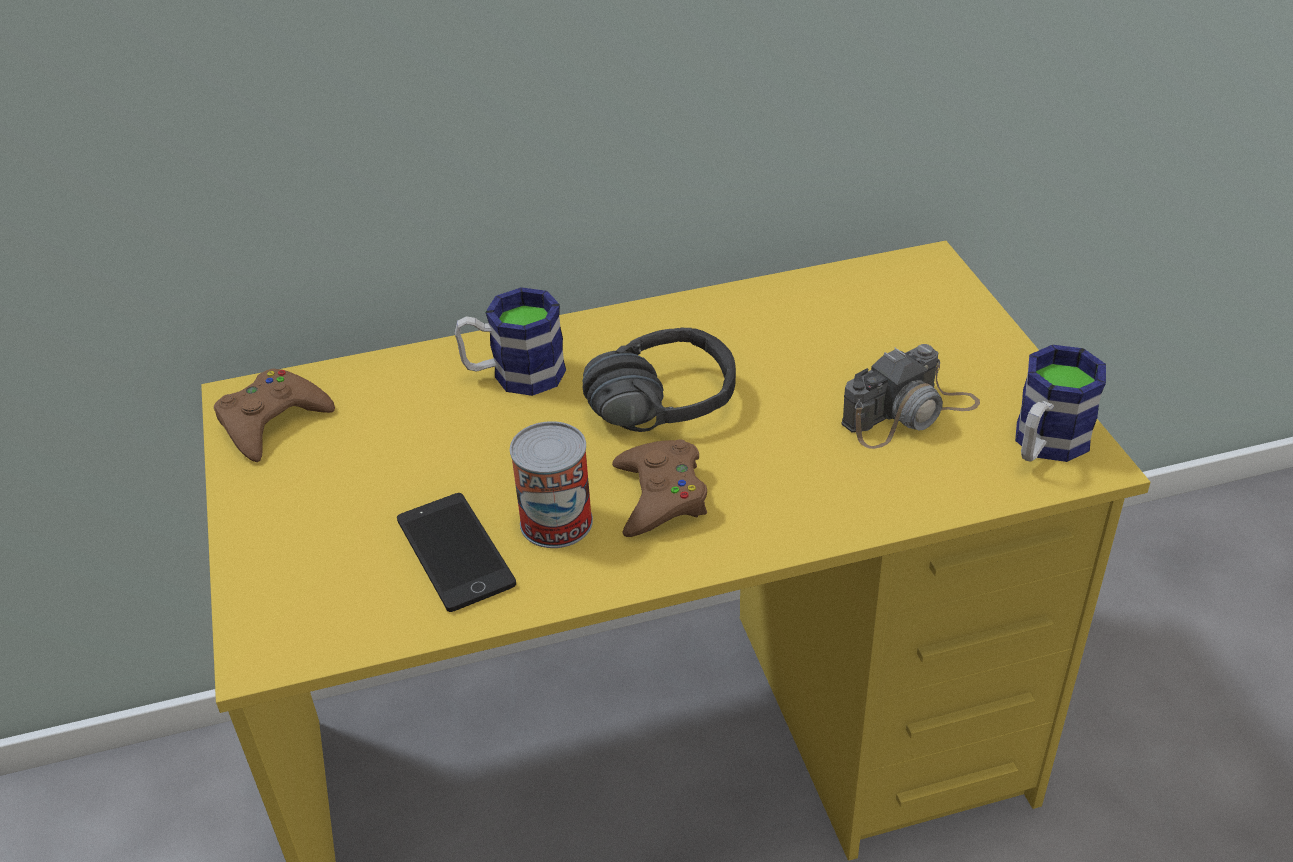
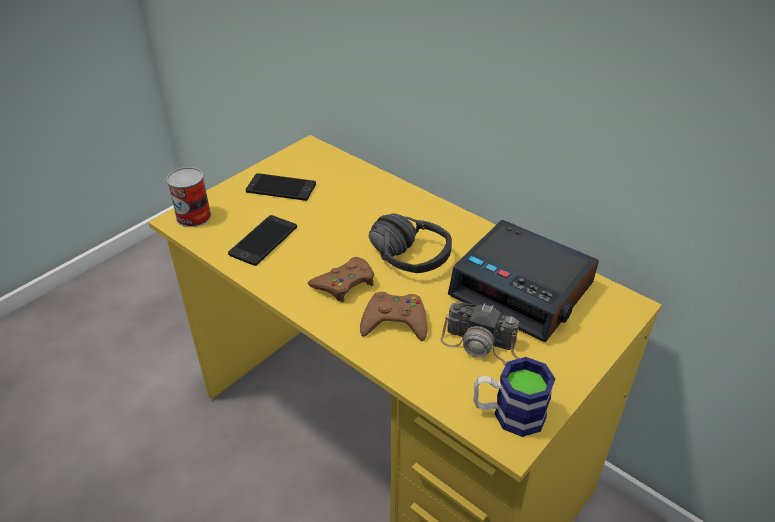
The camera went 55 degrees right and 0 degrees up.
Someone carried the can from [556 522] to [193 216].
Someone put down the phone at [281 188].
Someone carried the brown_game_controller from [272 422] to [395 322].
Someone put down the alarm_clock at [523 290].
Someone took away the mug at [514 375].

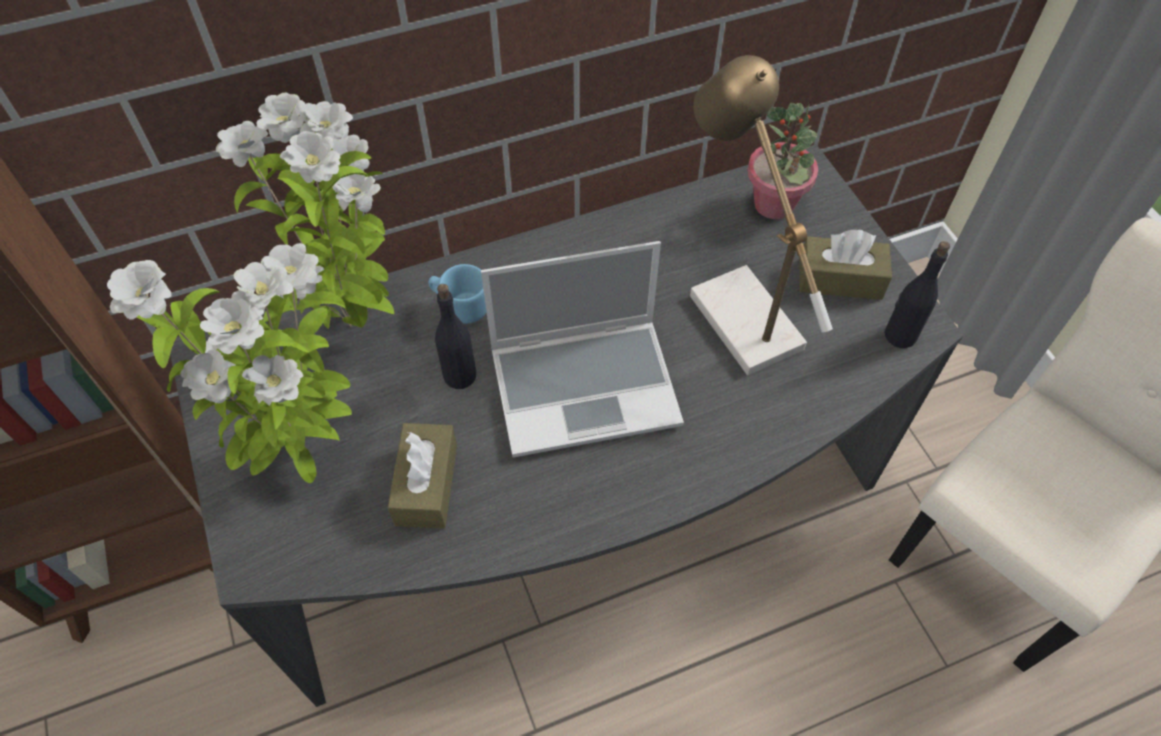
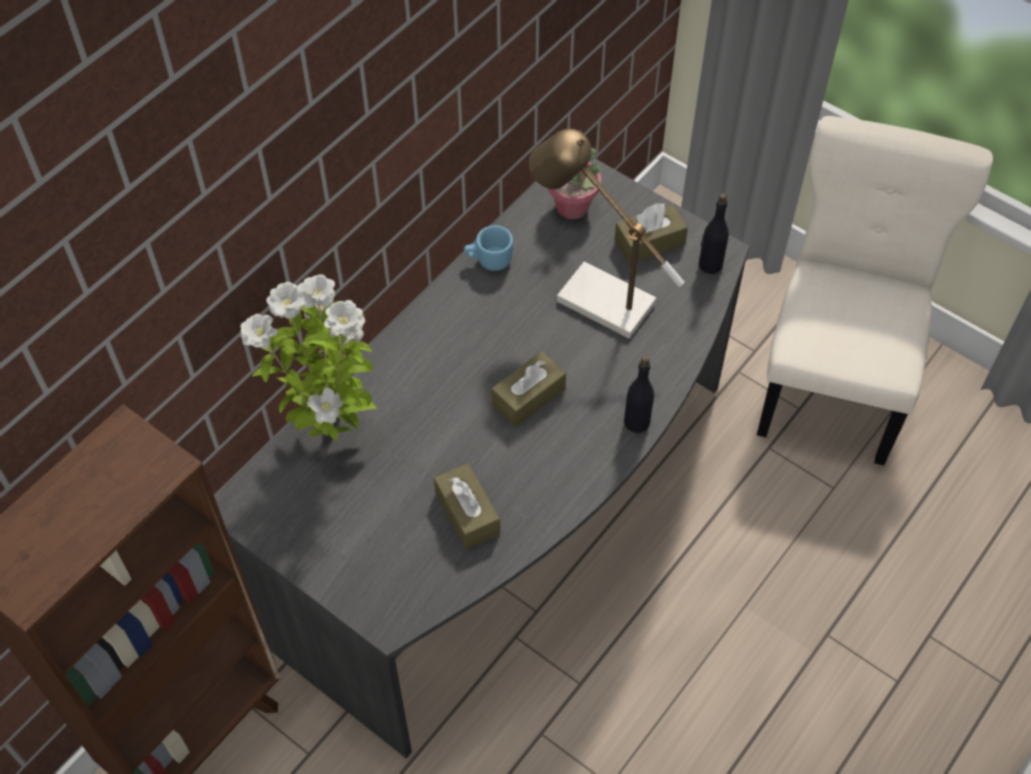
The camera went 30 degrees left and 0 degrees up.
Someone carried the blue_mug from [460 306] to [488 260].
Someone swapped the laptop at [586 386] for the brown_tissue_box at [528 397].
Someone carried the black_bottle from [460 375] to [636 422].
Someone took away the potted_plant at [303 456].

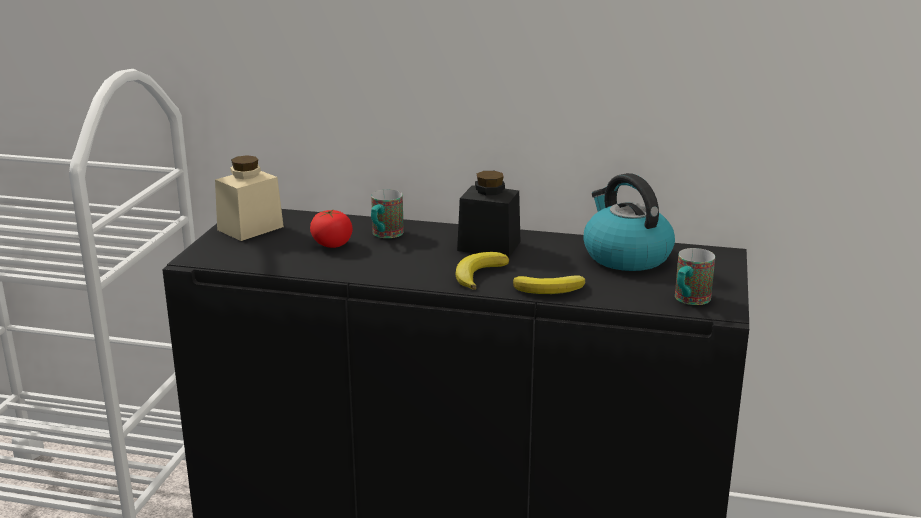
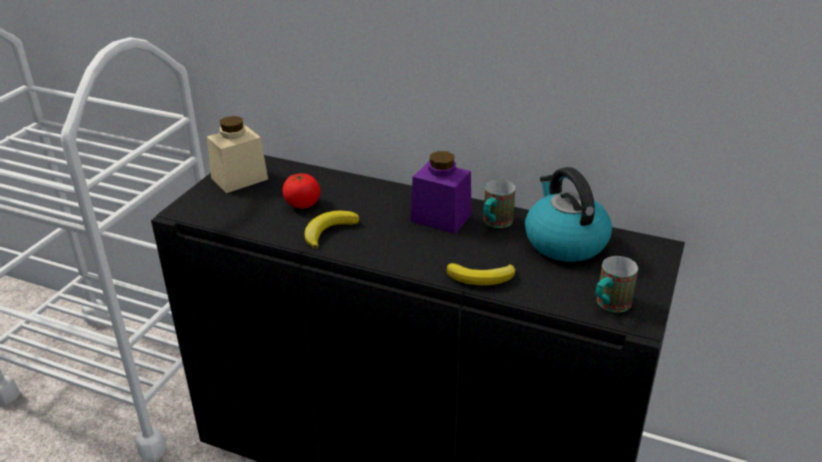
The camera went 10 degrees right and 10 degrees up.
Someone carried the banana from [478 274] to [329 231].
Someone repainted the black_jar at [489 246], which became the purple_jar at [441 218].
Someone carried the mug from [384 235] to [495 223].

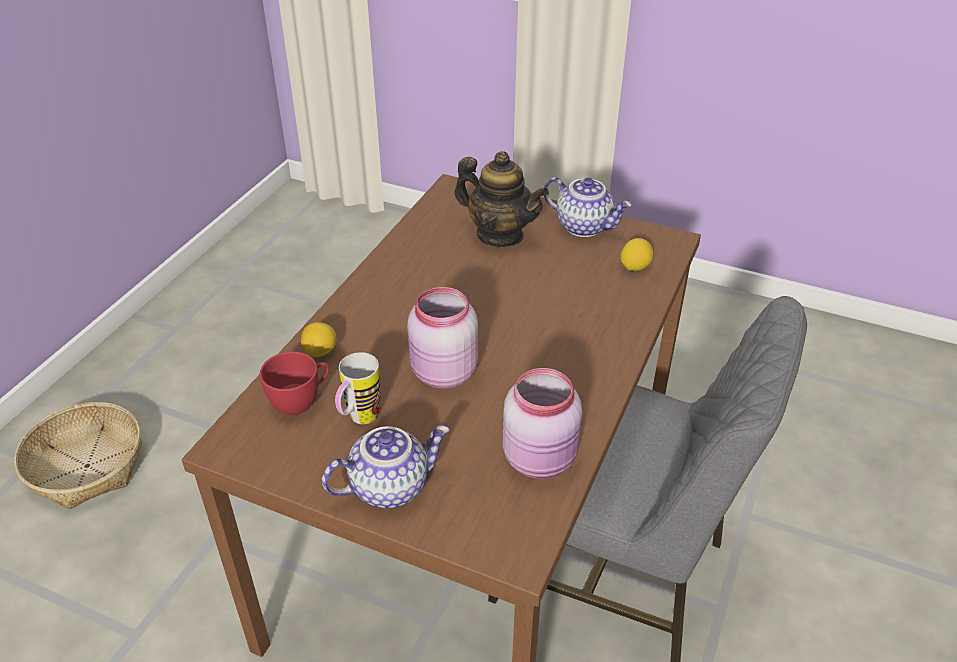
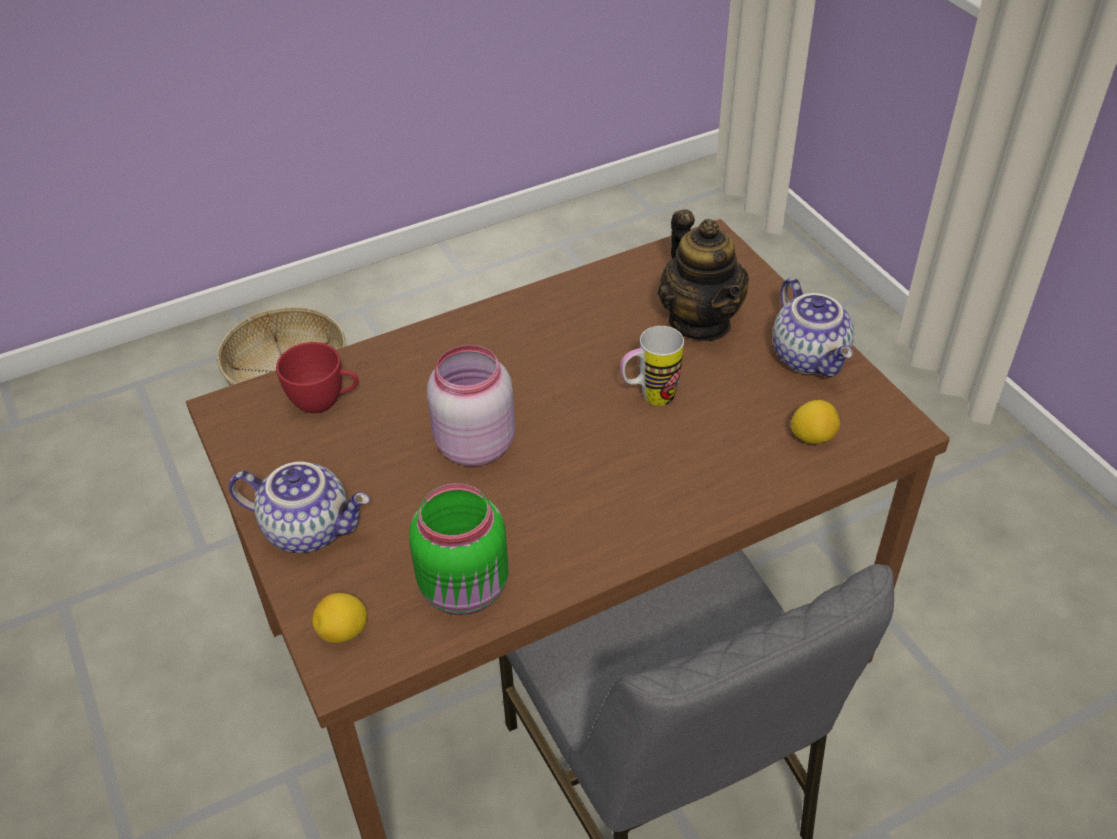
The camera went 40 degrees right and 5 degrees up.
Someone carried the lemon from [321 352] to [343 632].
Someone repainted the pink_jar at [541 459], which became the green_jar at [466 589].
Someone carried the mug from [359 420] to [649 398].

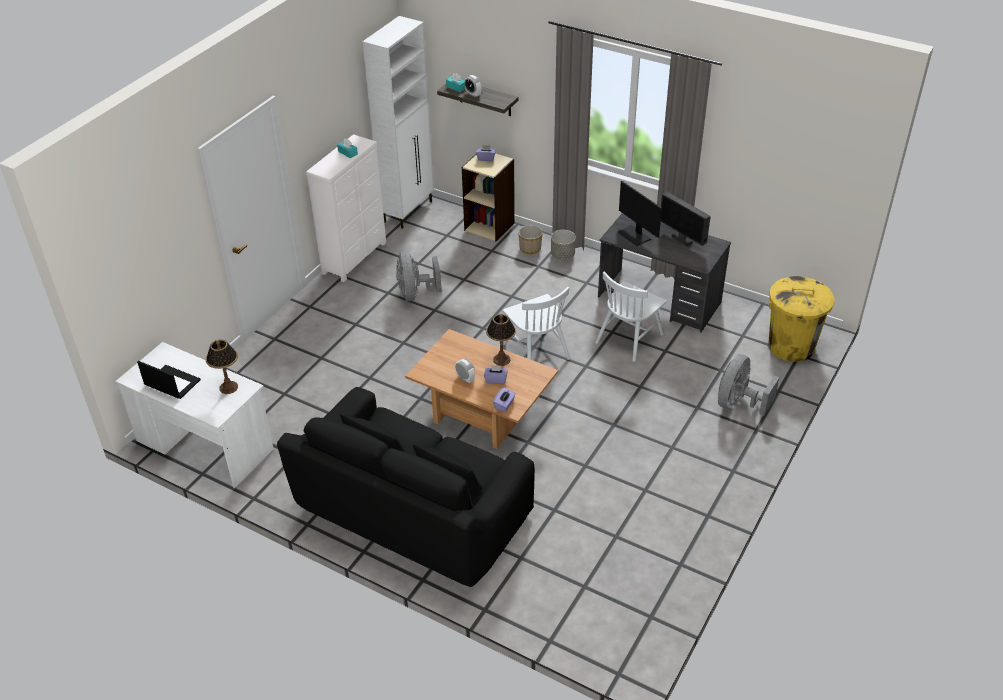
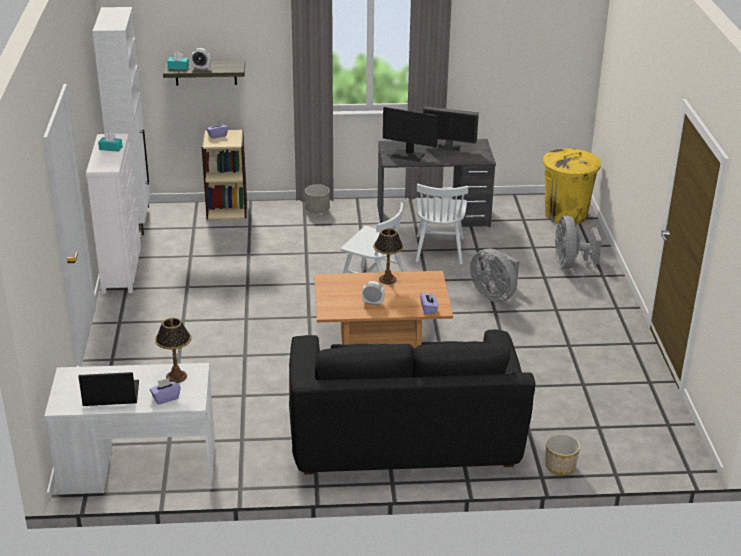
The camera went 35 degrees left and 10 degrees down.
Someone carried the purple_tissue_box from [496 379] to [165 398].
Someone carried the grey_fan from [415 293] to [494 295].
Someone carried the planter from [530 248] to [560 466].

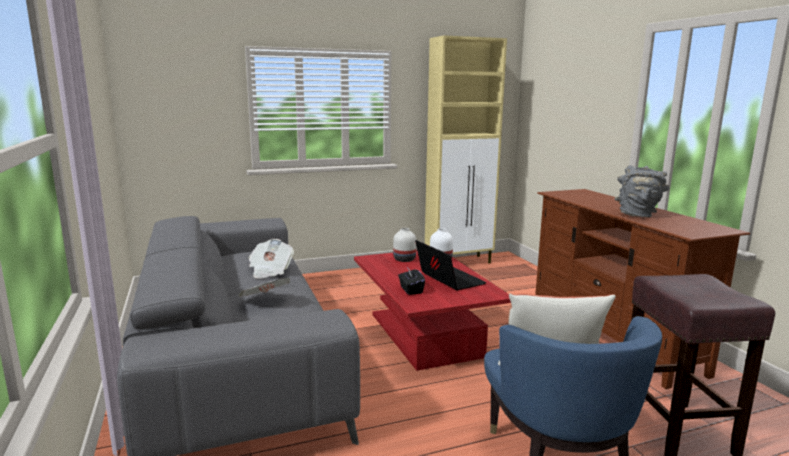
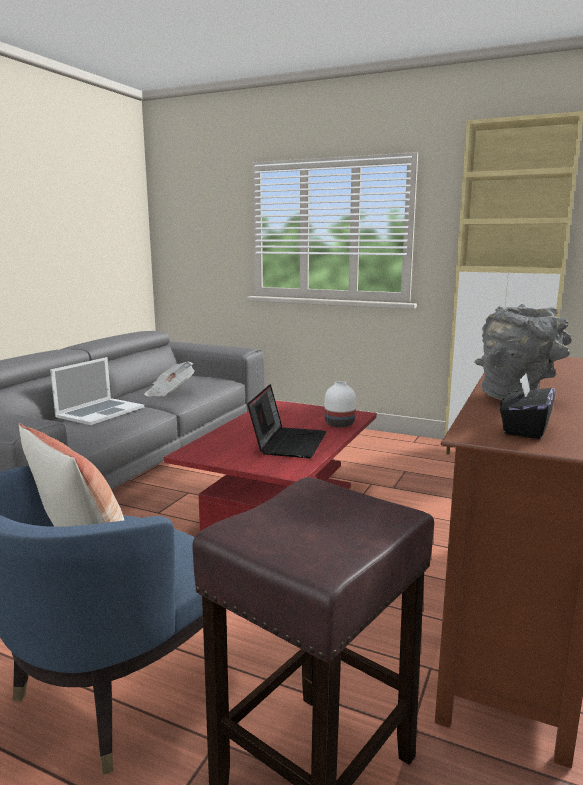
The camera went 45 degrees right and 0 degrees up.
Someone swapped the newspaper at [265 301] for the laptop at [100 412].
Someone carried the black_tissue_box from [411 290] to [524 429].
Someone took away the white_vase at [403 259].

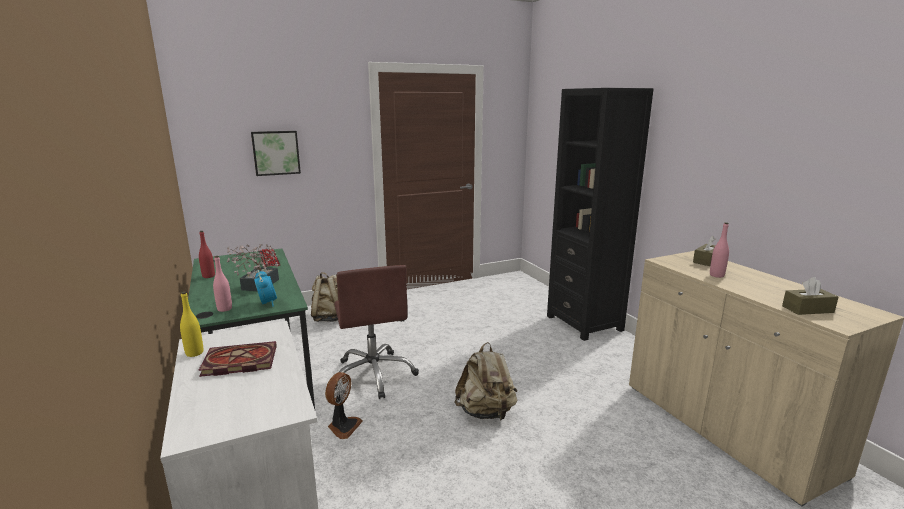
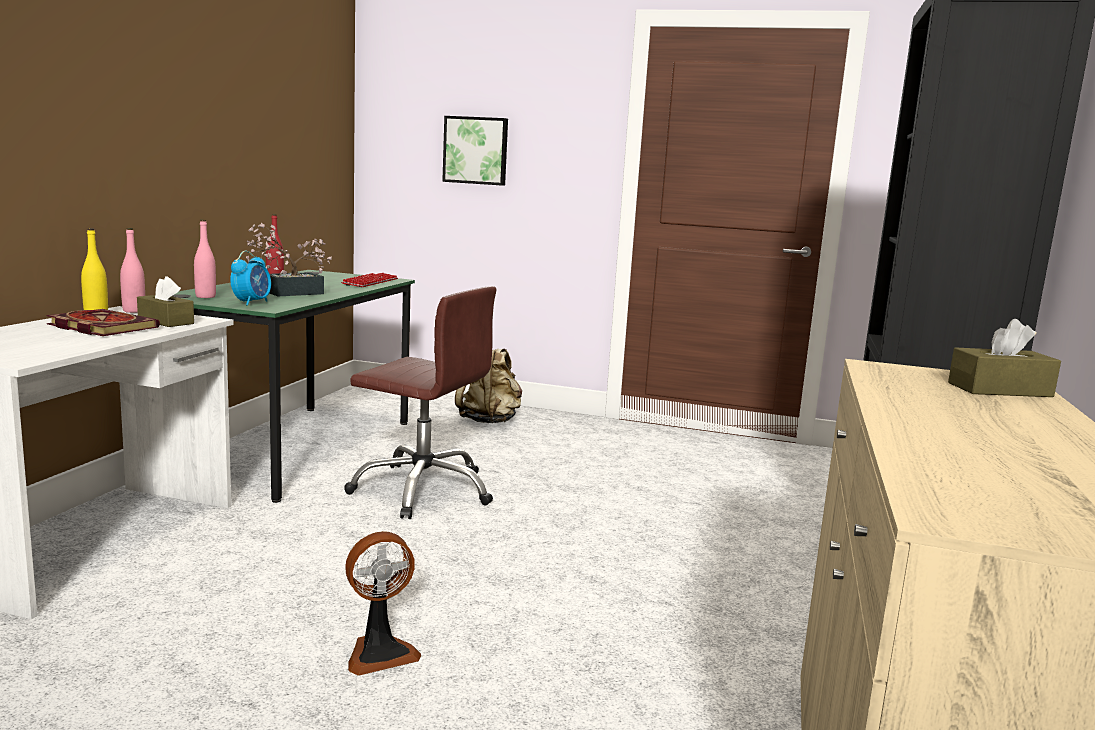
The camera went 40 degrees right and 5 degrees down.
Someone carried the pink_bottle from [716 275] to [134 311].
Someone carried the brown_tissue_box from [807 309] to [166 321].
Someone rotated the brown_office_chair at [374 375] by 90 degrees counterclockwise.
Someone carried the fan from [343 426] to [380 653].
Someone took away the beige_backpack at [486 412].

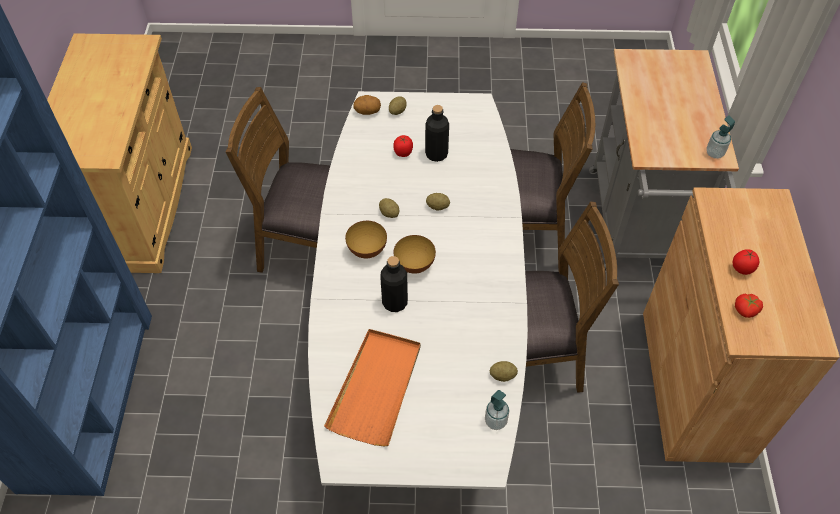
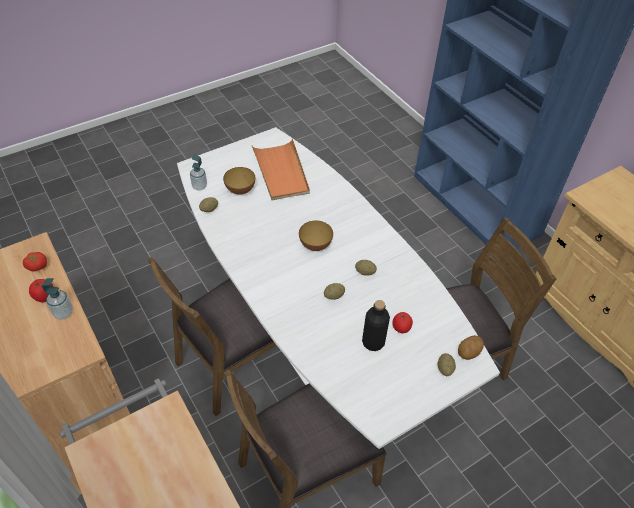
The camera went 145 degrees right and 5 degrees down.
Someone carried the soap_dispenser from [714 153] to [63 313].
Someone carried the bowl from [367 250] to [240 190].
Someone took away the black_bottle at [395 302].

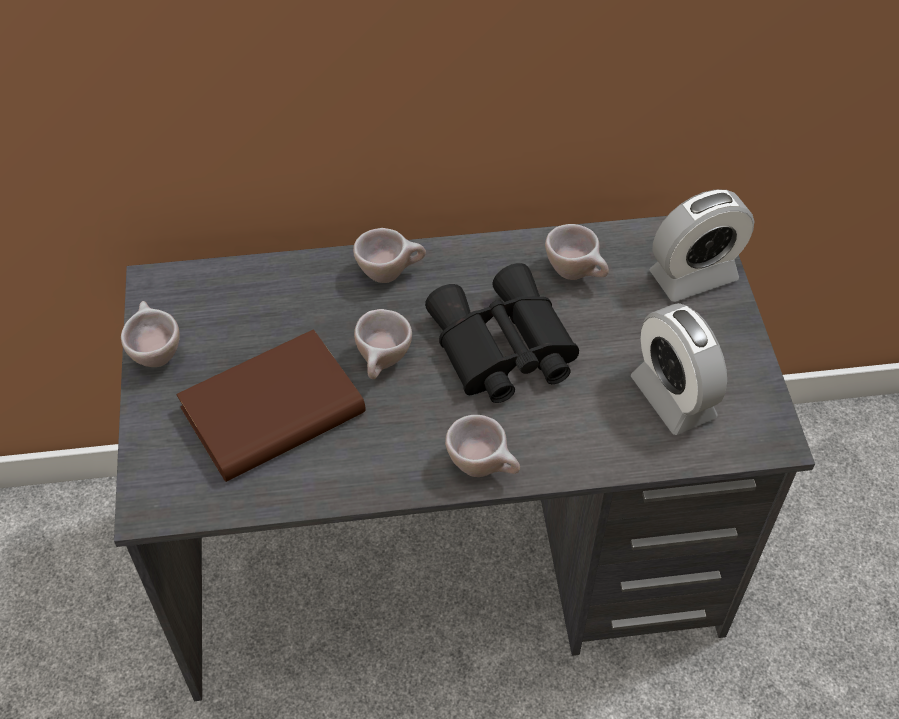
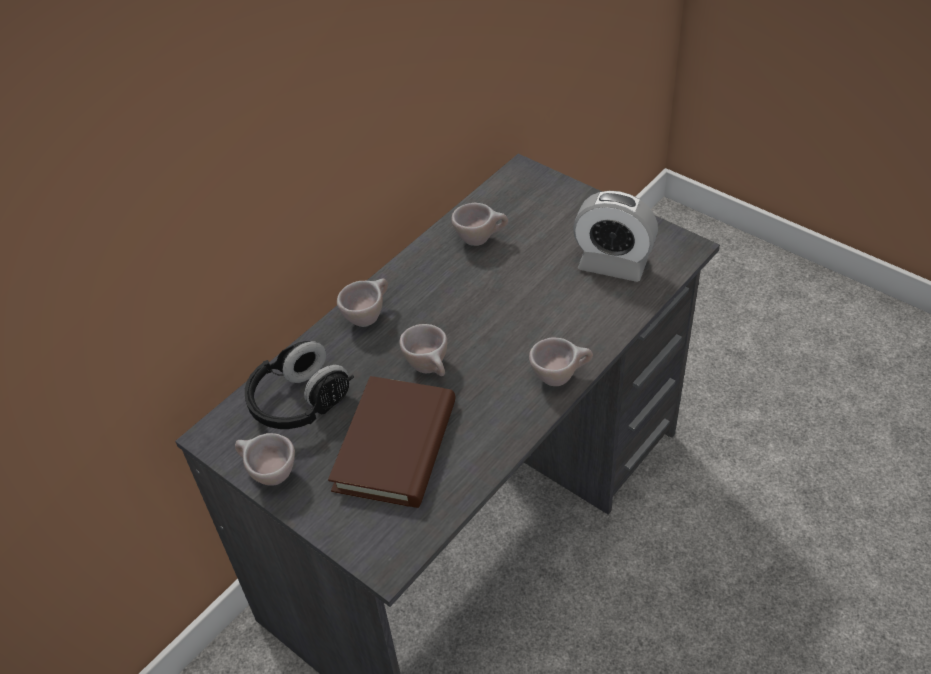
The camera went 40 degrees left and 5 degrees down.
Someone put down the black_headphones at [300 402].
Someone took away the black_binoculars at [500 349].
Someone took away the alarm_clock at [693 276].

